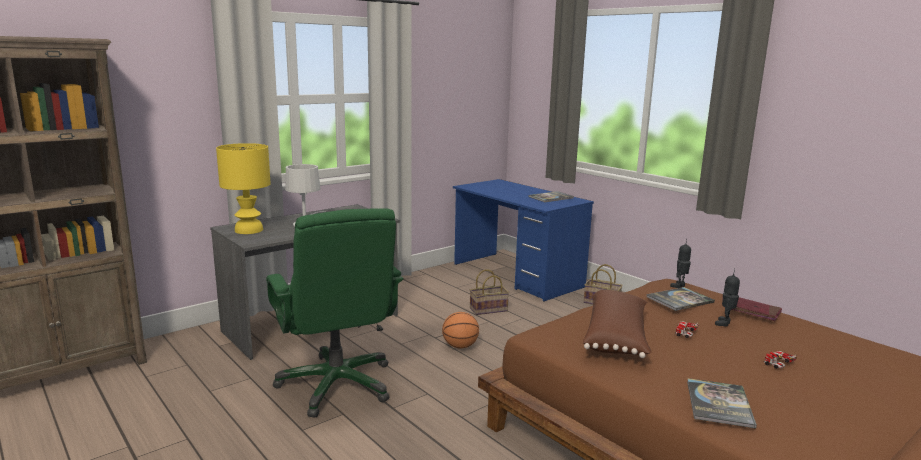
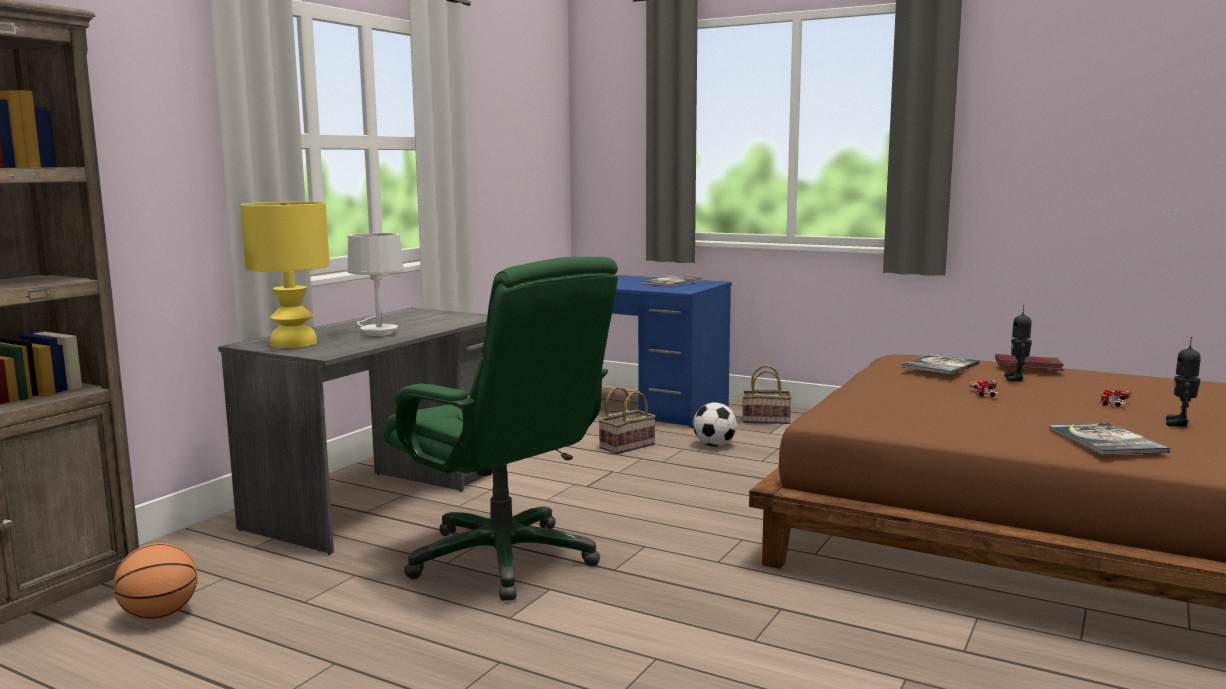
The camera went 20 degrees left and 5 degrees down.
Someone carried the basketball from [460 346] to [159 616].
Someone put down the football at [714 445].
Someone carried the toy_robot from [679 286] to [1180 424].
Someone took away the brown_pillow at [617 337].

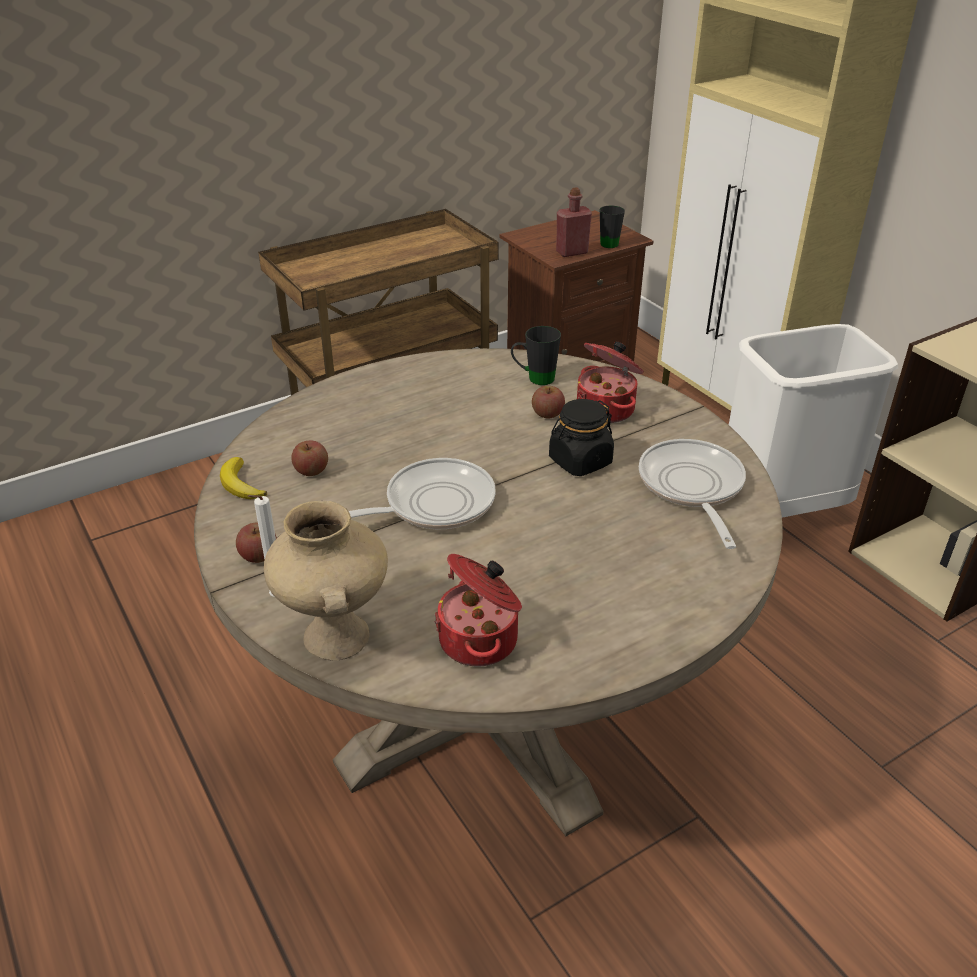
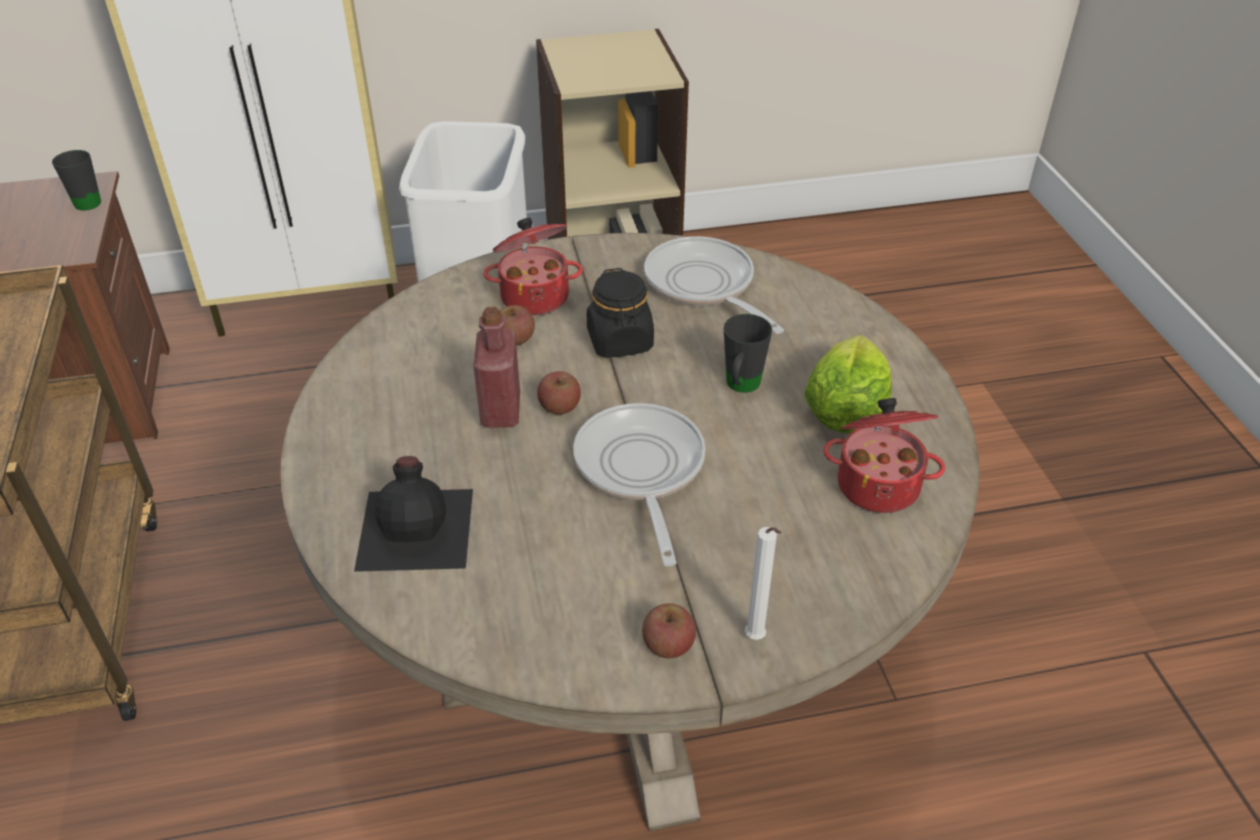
The camera went 70 degrees left and 5 degrees up.
Someone put down the black_bottle at [417 527].
Someone carried the red_bottle from [572 252] to [501 411].
Someone carried the apple from [311 470] to [559 407].
Someone rotated the frying_pan at [692 488] by 45 degrees clockwise.
Someone carried the black_mug from [534 379] to [740 388].
Someone put down the lettuce at [846 410].
Someone took away the banana at [240 484].
Someone took away the beige_vase at [334 635].

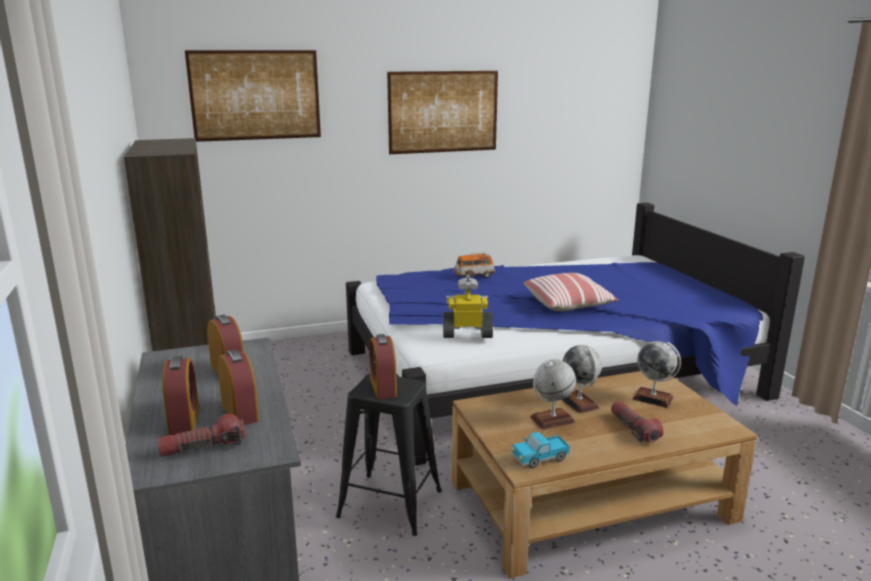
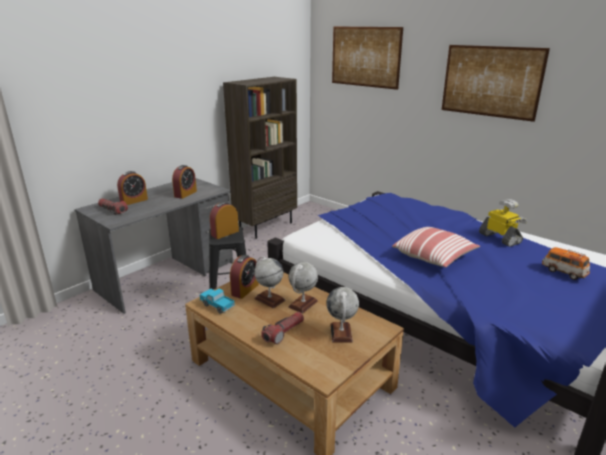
The camera went 60 degrees right and 5 degrees up.
Someone carried the alarm_clock from [240 412] to [245 290].
Someone carried the toy_robot from [467 333] to [500 238].
Someone carried the toy_car from [474 276] to [563 272].

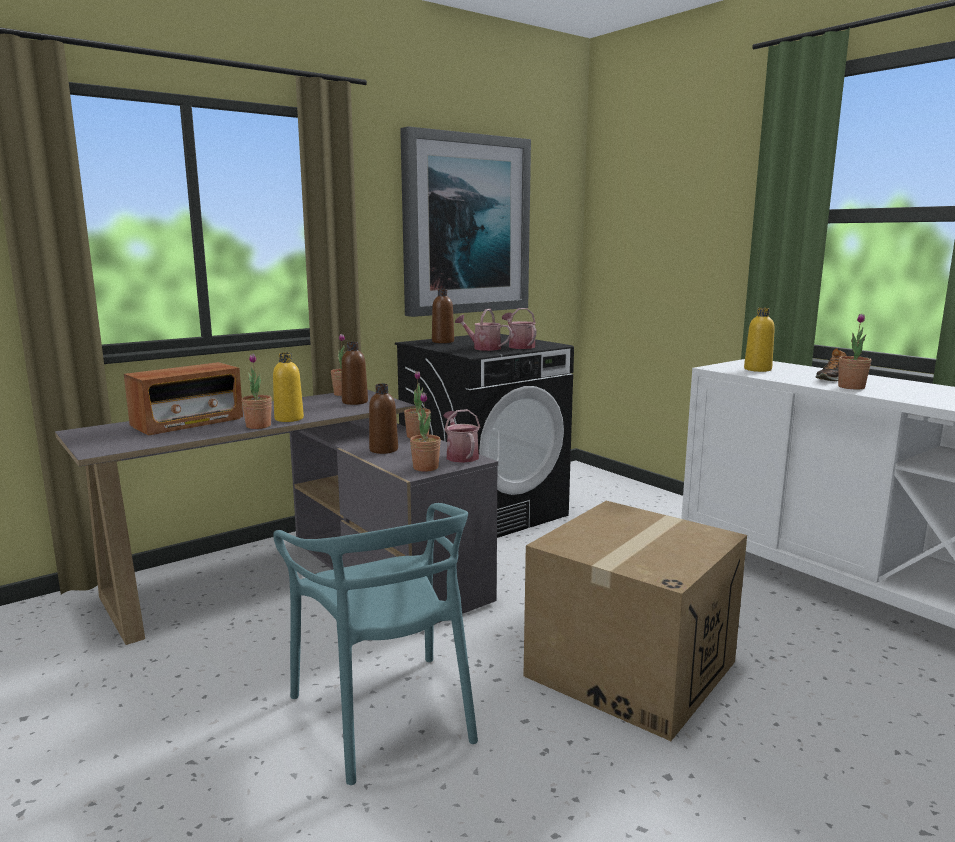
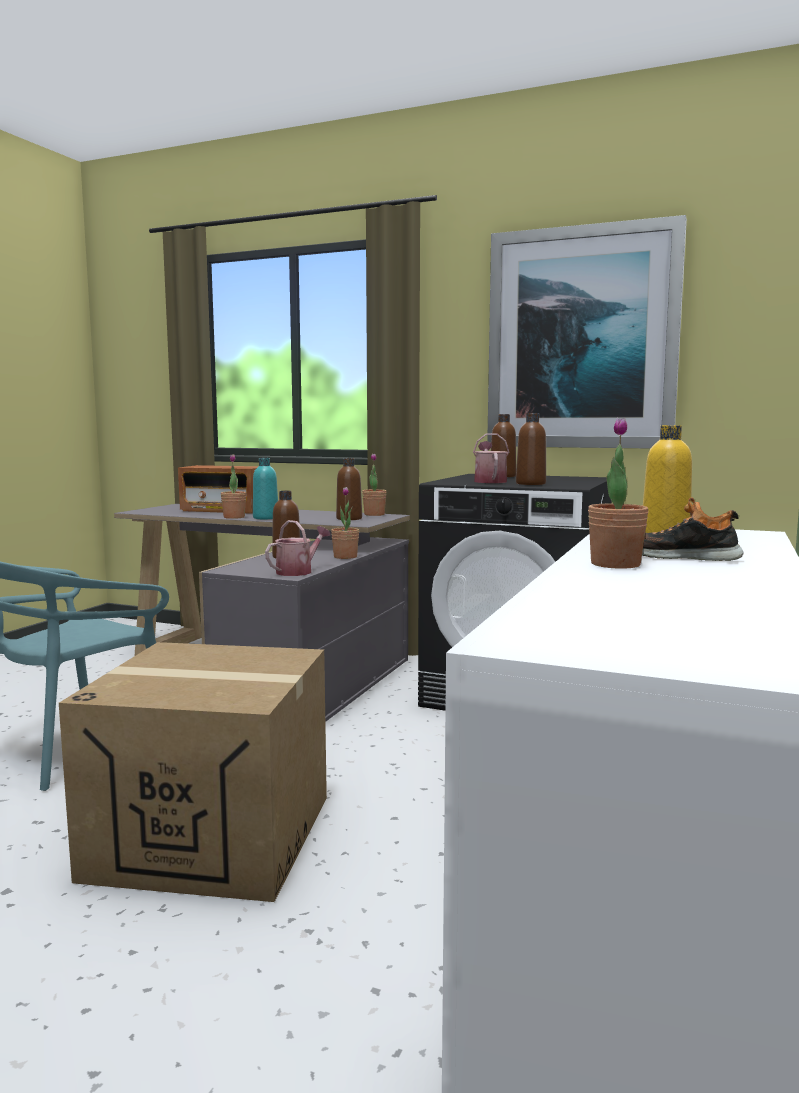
The camera went 60 degrees right and 5 degrees down.
Someone repainted the yellow_bottle at [289 419], which became the turquoise_bottle at [266 518].
Someone swapped the watering_can at [519 346] for the brown_bottle at [530 484].
Someone took away the potted_plant at [425 468].

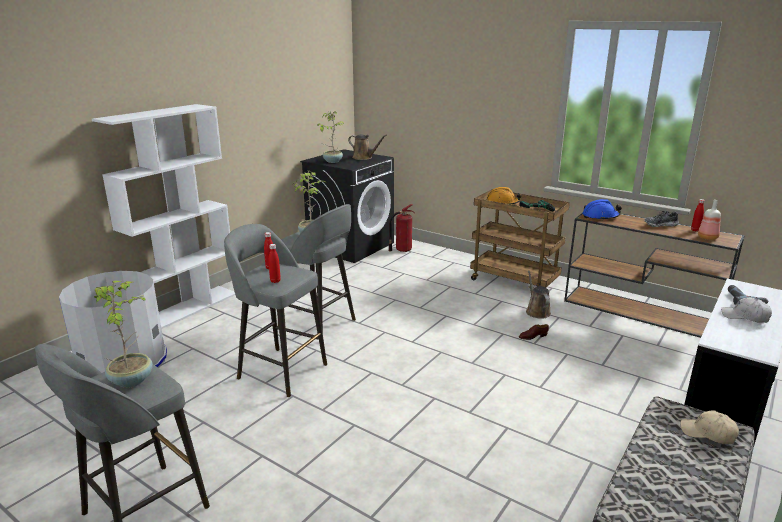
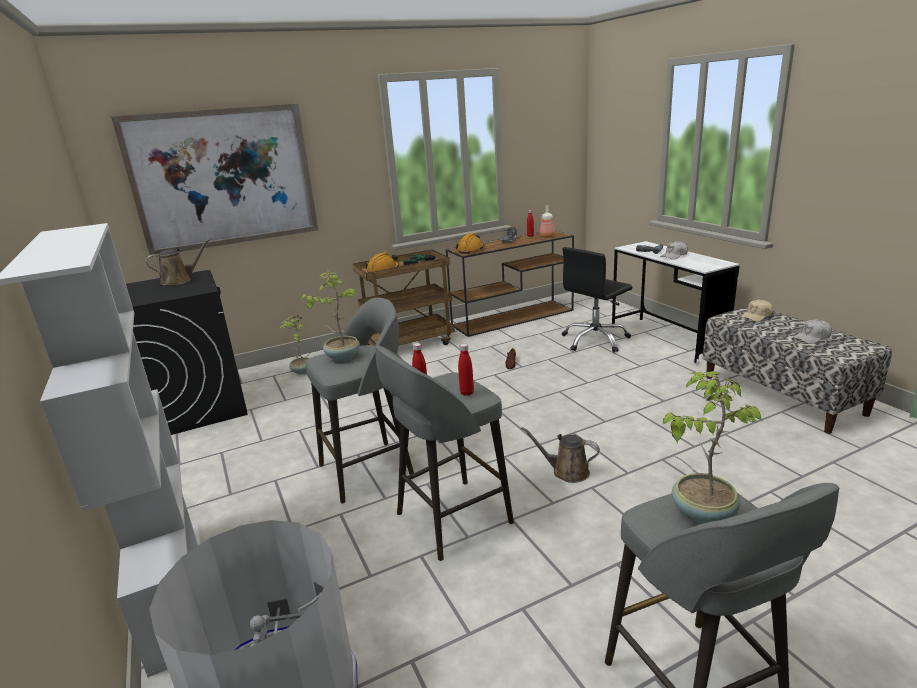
The camera went 60 degrees left and 0 degrees up.
Someone put up the picture at [224 178].
Someone carried the potted_plant from [332 161] to [302 371].
Someone repainted the blue_hard_hat at [600 217], which became the orange_hard_hat at [470 250].
Someone carried the brown_watering_can from [537 311] to [566 471].
Someone put down the black_office_chair at [595 340].
Someone put down the white_cap at [812 337].
Someone took away the fire_extinguisher at [402 250].

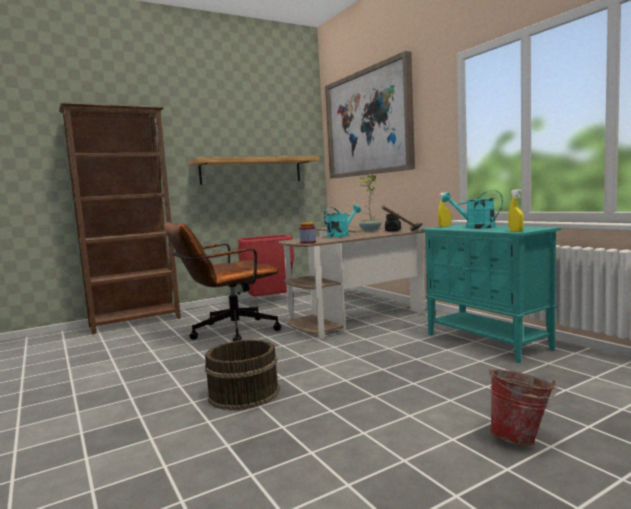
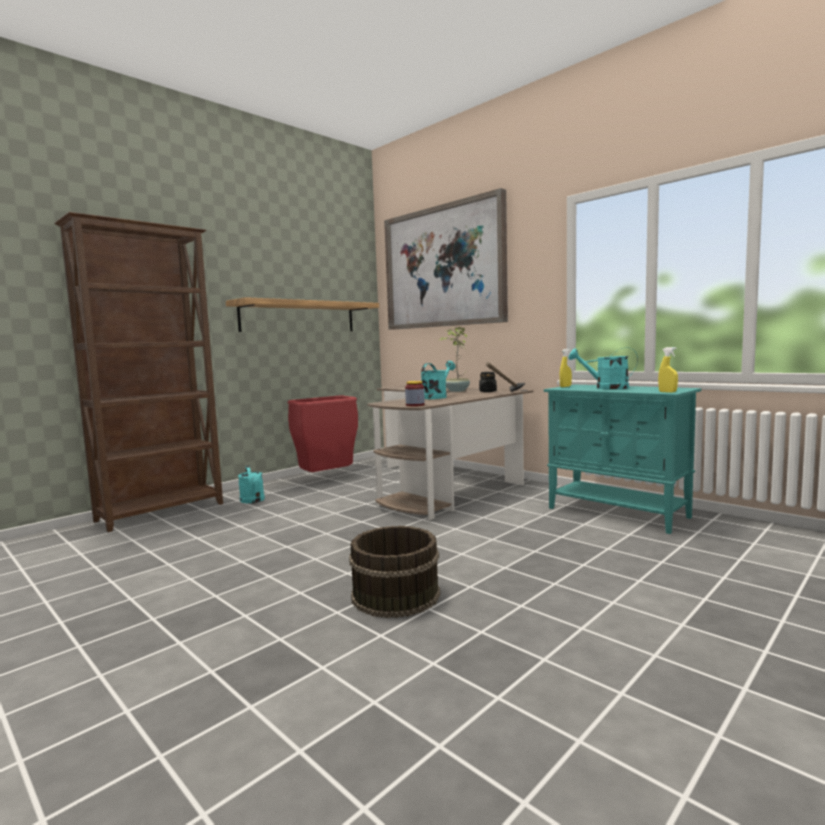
The camera went 15 degrees left and 0 degrees up.
Someone put down the turquoise_watering_can at [253 501].
Someone took away the brown_office_chair at [227 332].
Someone took away the bucket at [521 438].

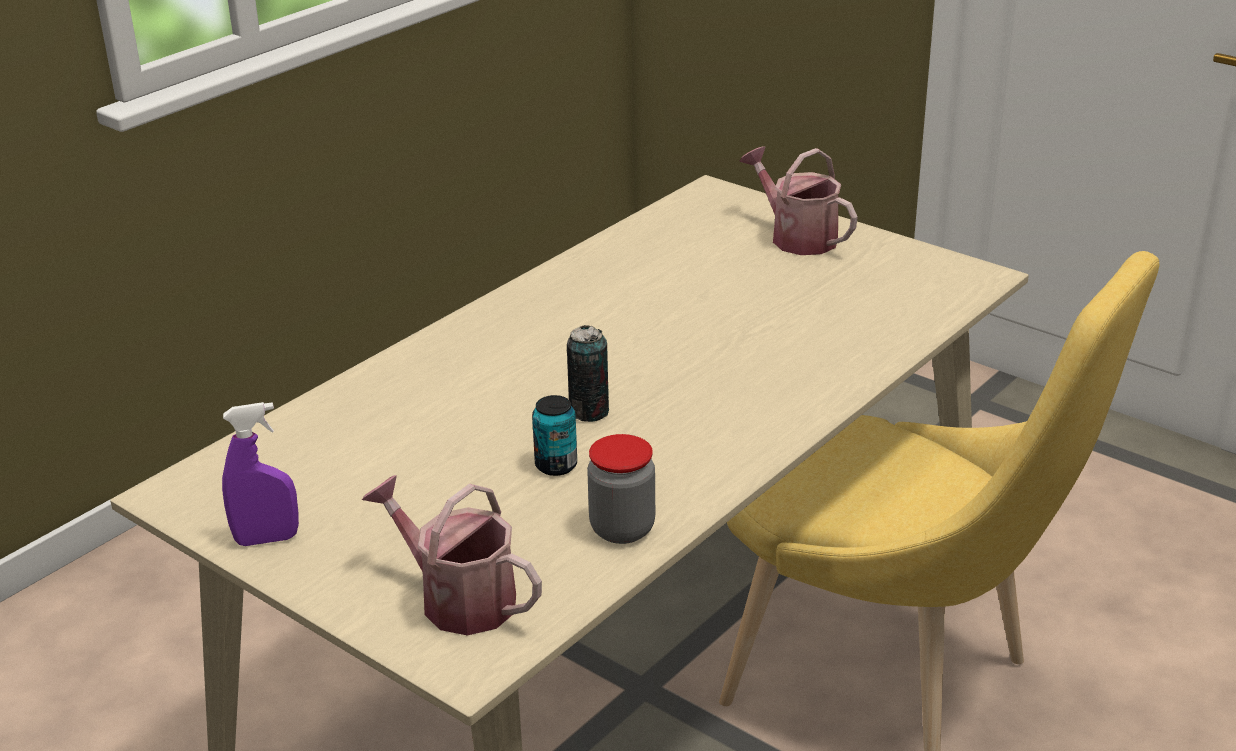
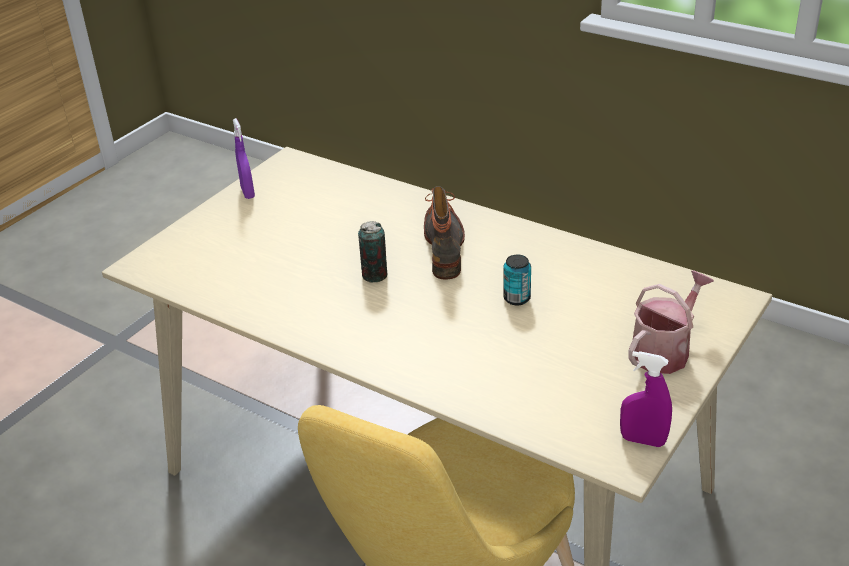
The camera went 85 degrees right and 5 degrees up.
Someone put down the boot at [445 247].
Someone carried the can from [556 465] to [517 298].
Someone put down the purple_spray_bottle at [643 440].
Someone took away the watering_can at [458 598].
Someone took away the jar at [622 529].

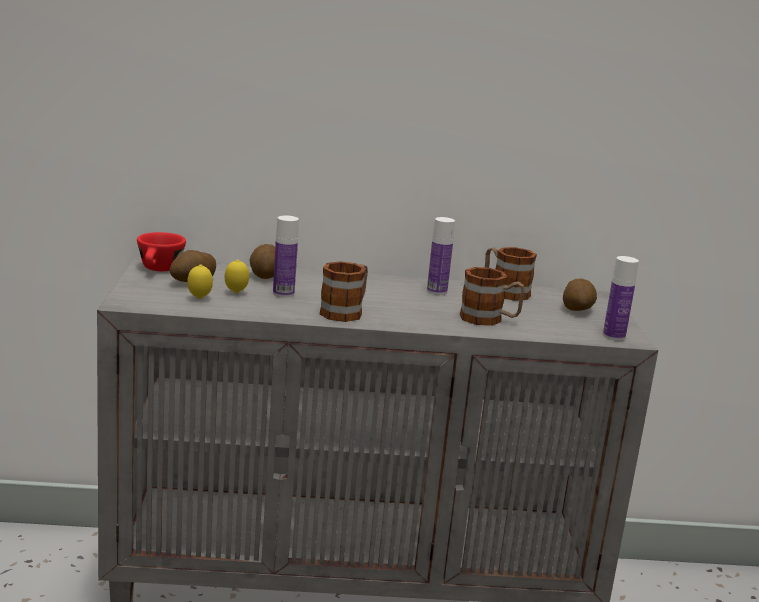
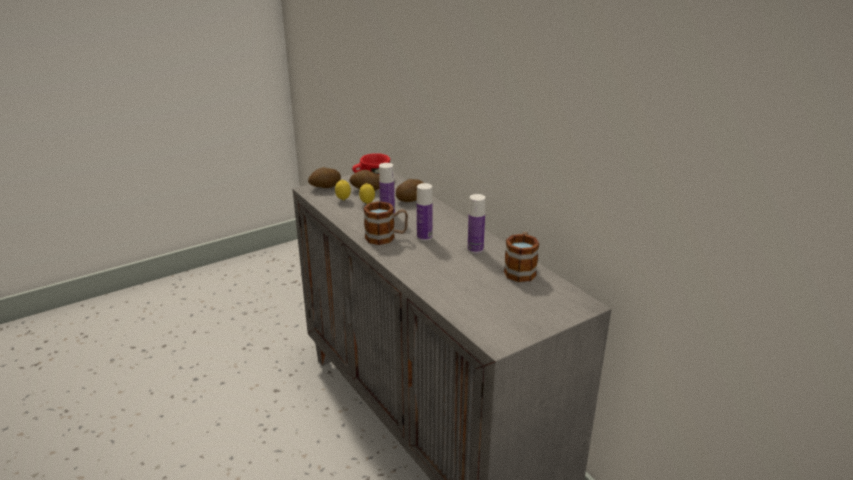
The camera went 60 degrees right and 10 degrees up.
Someone carried the potato from [577 309] to [325 187].
Someone carried the bottle from [614 336] to [424 237].
Someone took away the mug at [489 320].

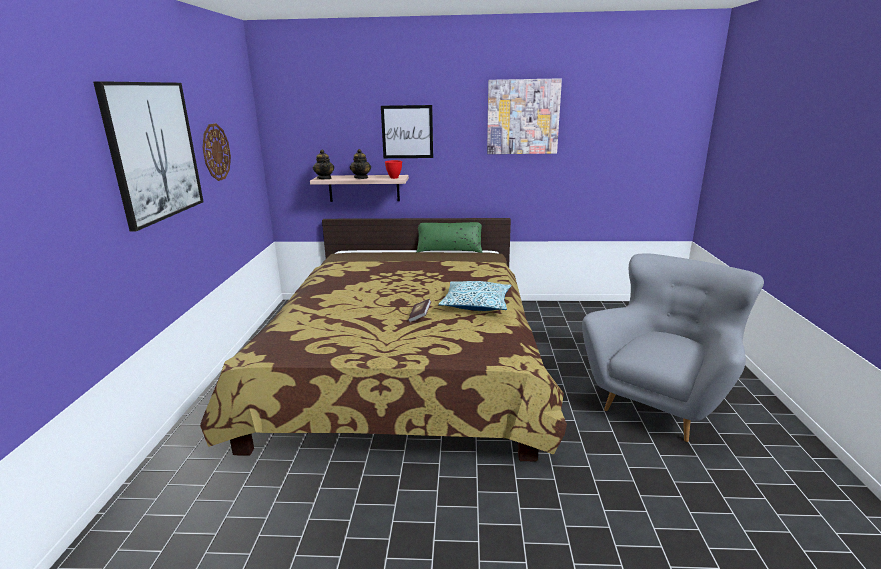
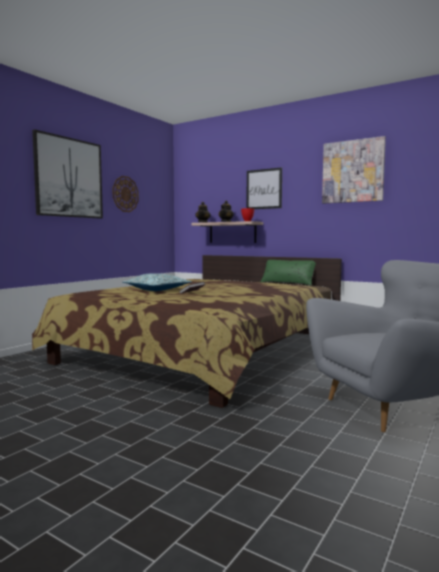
The camera went 30 degrees right and 15 degrees down.
Someone carried the pillow from [476 304] to [157 290].

